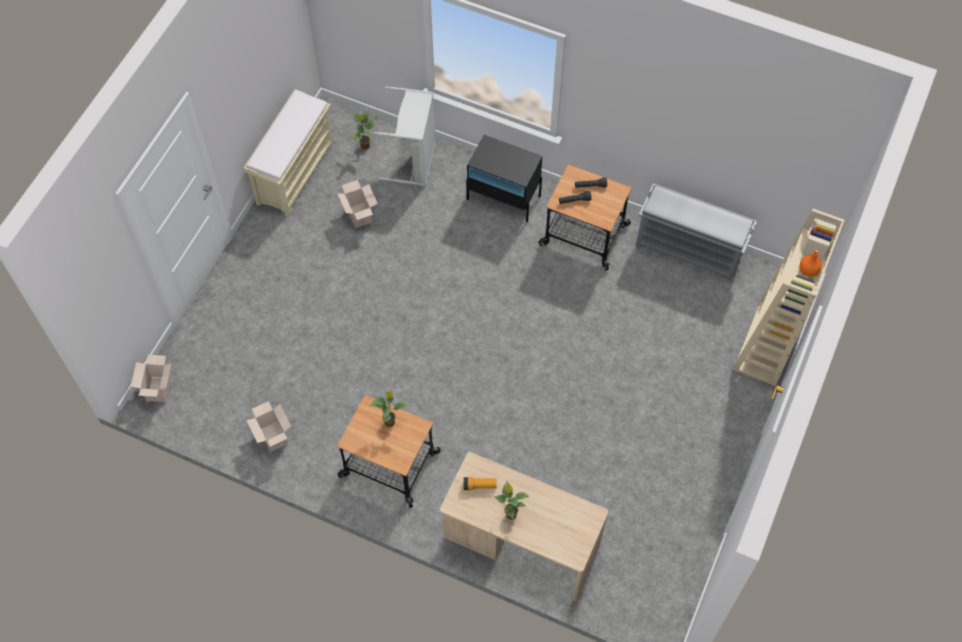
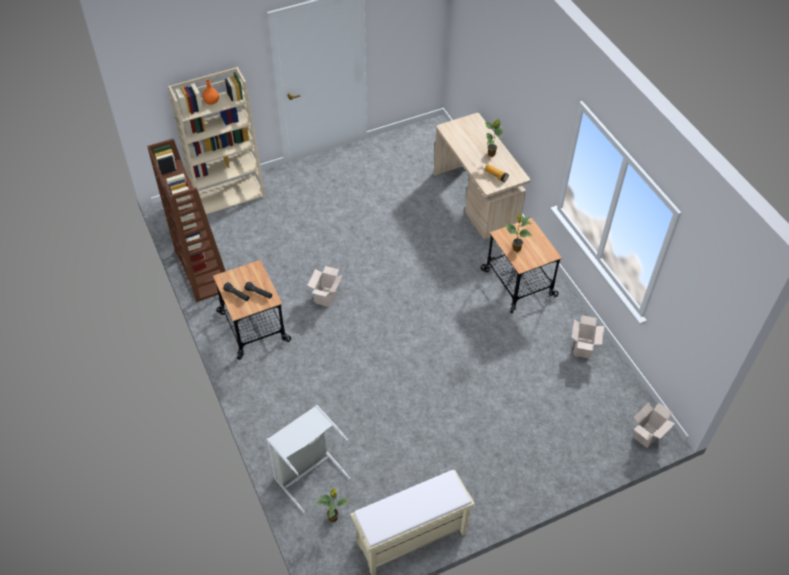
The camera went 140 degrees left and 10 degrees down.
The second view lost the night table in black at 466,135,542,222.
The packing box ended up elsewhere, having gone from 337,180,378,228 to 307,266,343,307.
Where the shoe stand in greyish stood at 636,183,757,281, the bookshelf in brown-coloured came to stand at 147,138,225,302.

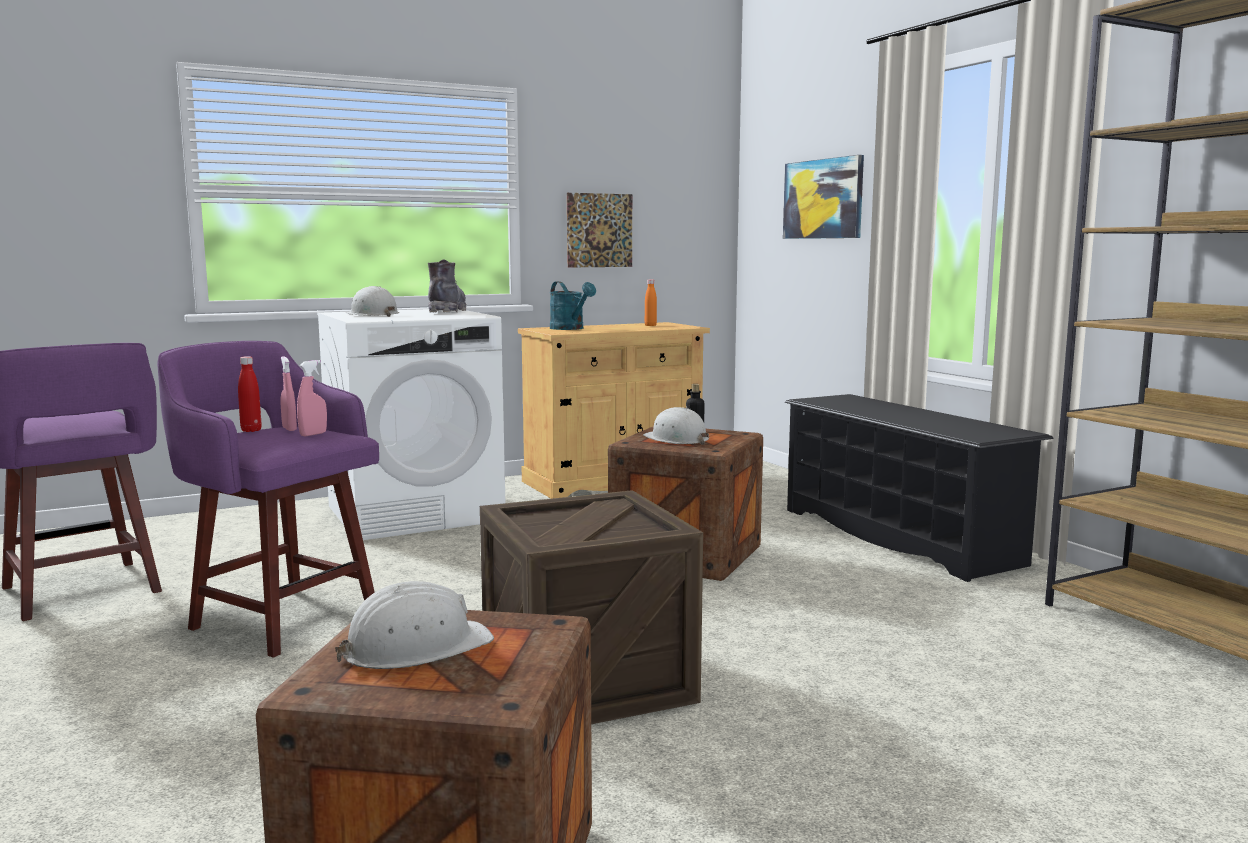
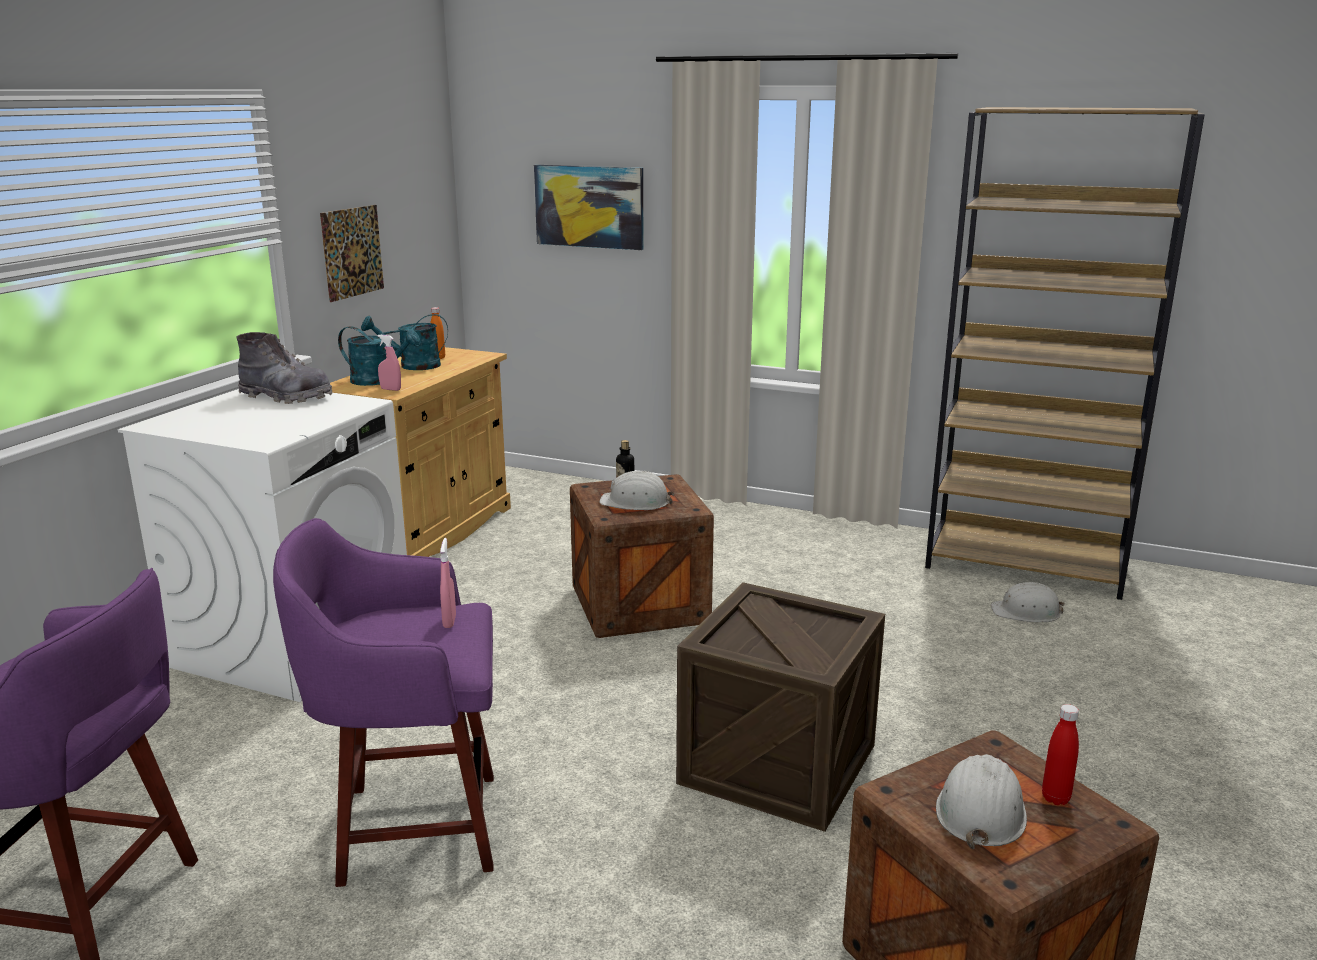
The camera went 40 degrees left and 10 degrees up.
The high-top boot in greyish at 428,259,466,313 ended up facing another way, 150 degrees clockwise from before.
The hard hat in white ended up elsewhere, having gone from 346,286,399,317 to 990,582,1065,622.
The drink bottle in red-coloured ended up elsewhere, having gone from 238,356,262,432 to 1042,704,1079,805.
The sprayer in pink ended up elsewhere, having gone from 281,356,297,431 to 377,335,401,391.
The second view lost the shoe stand in black at 785,394,1054,582.
The second view gained the watering can in turquoise at 361,314,448,370.

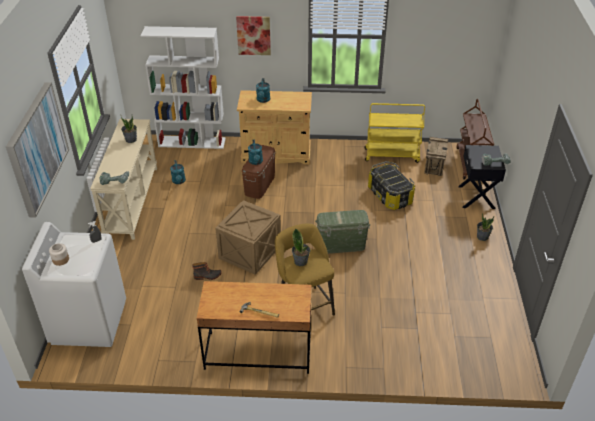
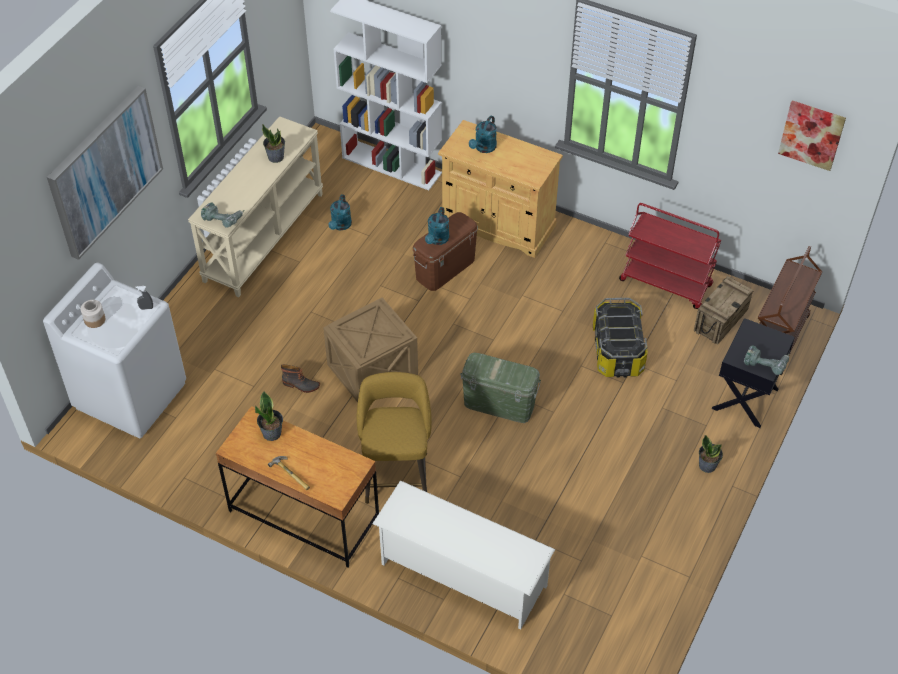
The camera went 25 degrees right and 10 degrees up.
The picture ended up elsewhere, having gone from 236,16,271,55 to 778,100,846,171.
What was the trolley in yellow-coloured at 365,103,425,163 turned into the trolley in red-coloured at 619,203,721,309.
The potted plant ended up elsewhere, having gone from 292,228,310,266 to 255,391,283,441.
The second view gained the shoe stand in white at 372,480,555,630.

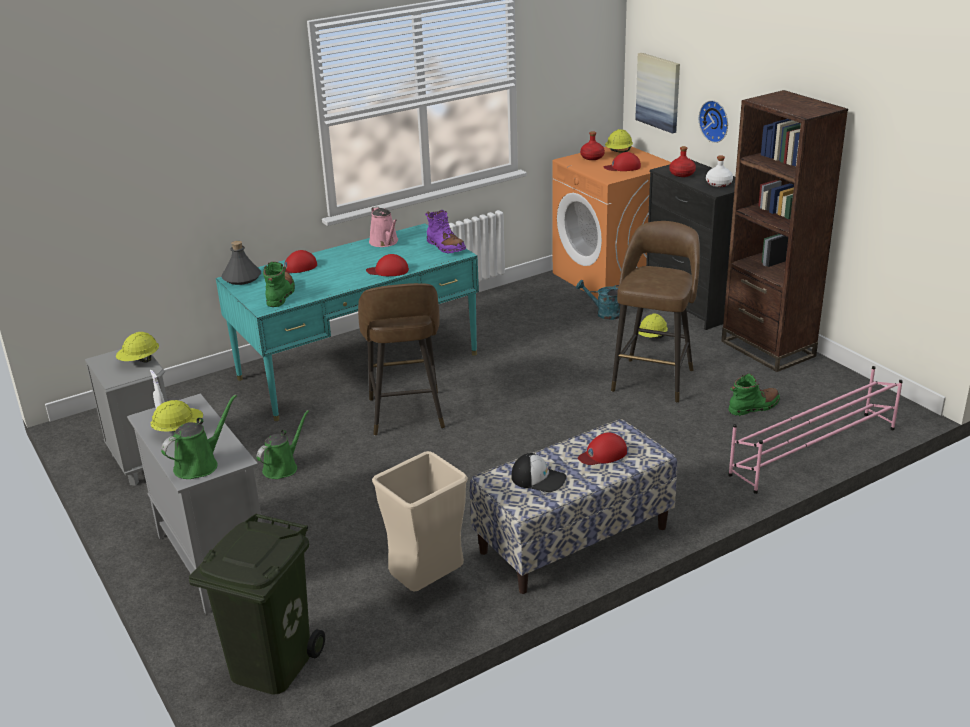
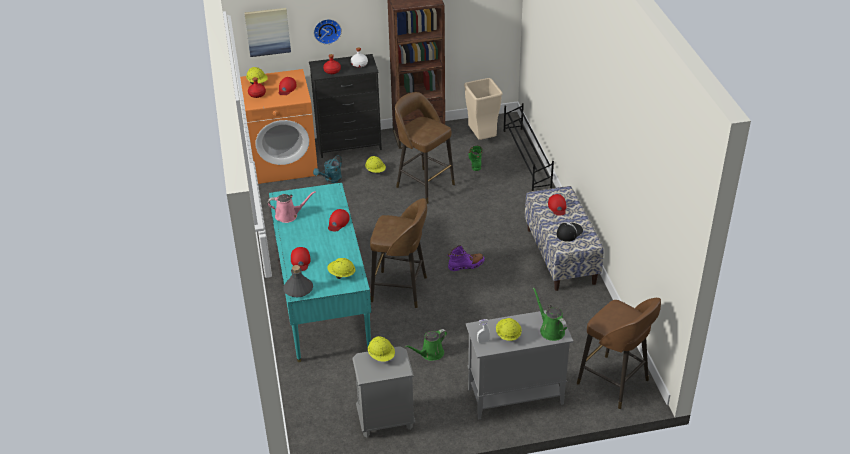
The camera went 70 degrees left and 10 degrees up.
The high-top boot in purple ended up elsewhere, having gone from 425,210,466,253 to 447,245,485,271.
Where the high-top boot in green stood at 263,262,295,307, the hard hat in yellow-coloured came to stand at 327,258,356,279.
What was the shoe stand in pink at 728,366,903,494 turned into the shoe stand in black at 503,103,554,191.
The watering can in green at 257,410,309,479 ended up facing another way, 90 degrees counterclockwise from before.
The trash can in sand-coloured ended up elsewhere, having gone from 372,451,468,591 to 464,78,503,140.
Where the trash can in green stood at 189,514,325,694, the stool seat in brown-coloured came to stand at 577,298,661,409.

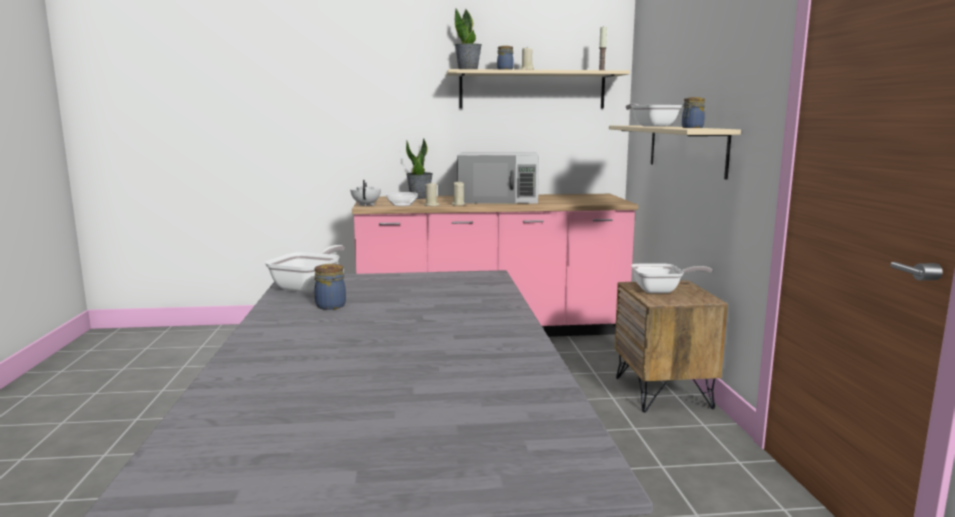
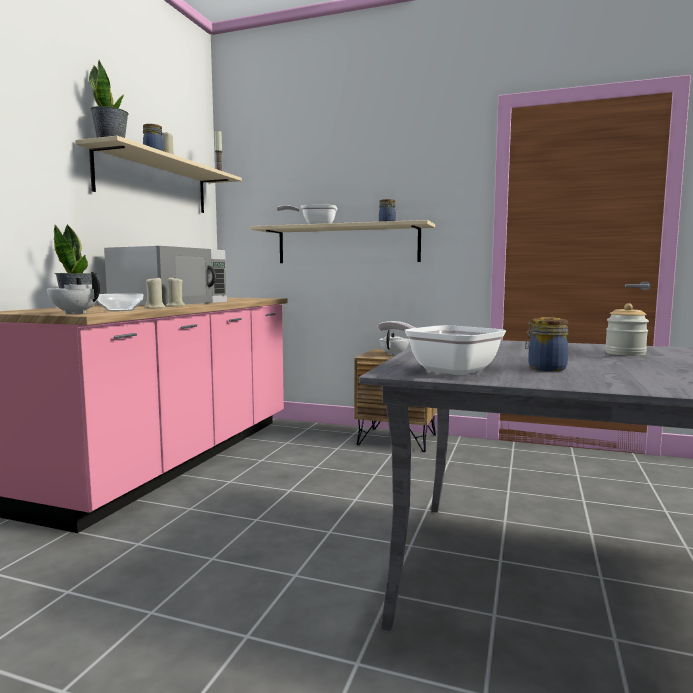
The camera went 65 degrees left and 5 degrees down.
Where the pan stood at 631,264,712,293, the pot for tea in white came to stand at 379,330,409,356.
The second view gained the storage jar at 605,303,649,356.

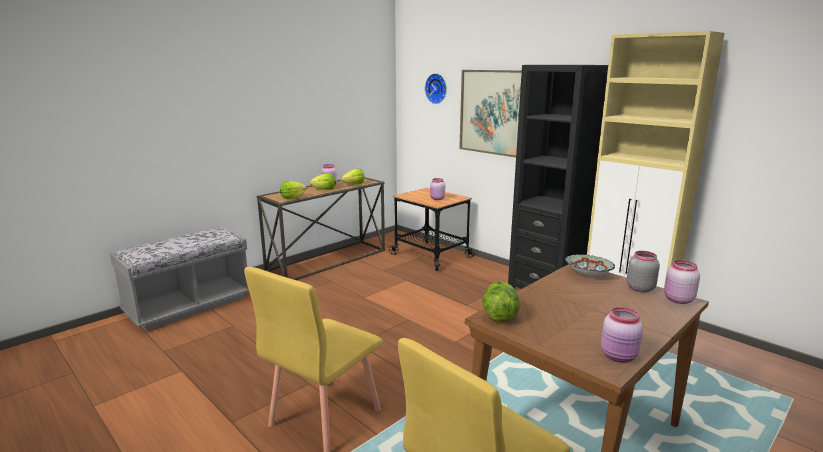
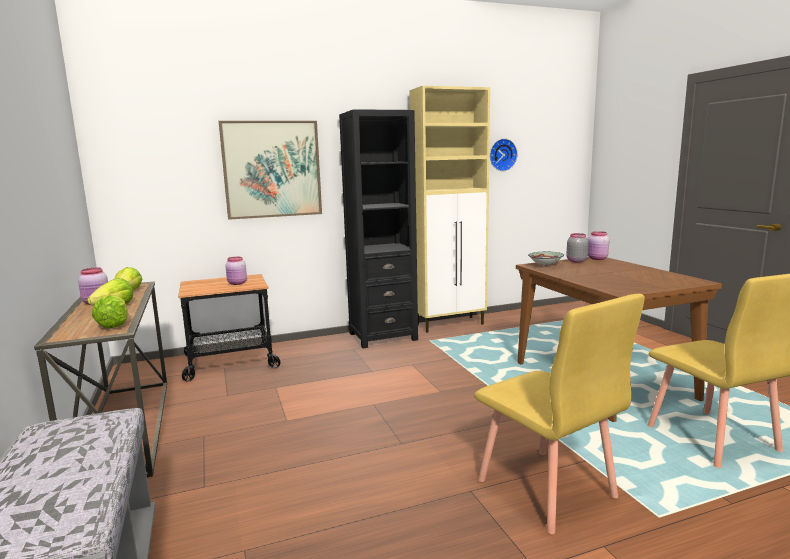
The camera went 65 degrees left and 5 degrees down.
The clock on the wall ended up elsewhere, having gone from 425,73,447,104 to 490,139,518,171.
The second view lost the lettuce at 482,282,520,322.
The second view lost the storage jar in pink at 601,307,643,363.

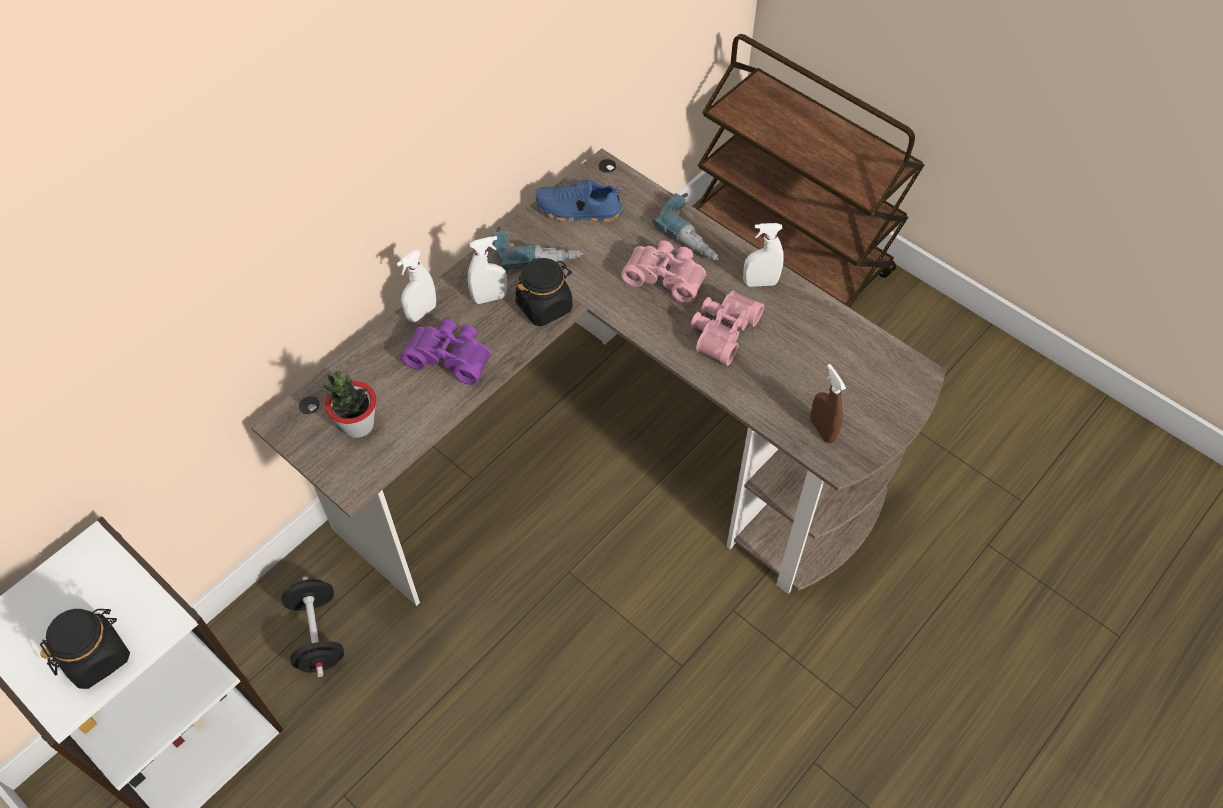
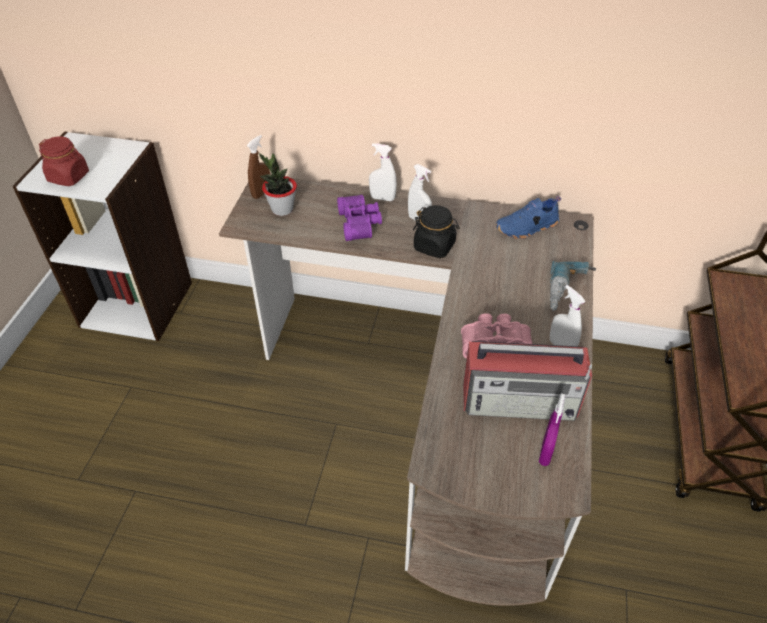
The camera went 60 degrees right and 10 degrees down.
The item of footwear in bluish at 535,179,623,222 ended up facing another way, 90 degrees counterclockwise from before.
The second view lost the electric drill at 491,227,583,269.
The second view lost the binoculars in pink at 621,240,706,304.
The sprayer in brown-coloured ended up elsewhere, having gone from 811,364,846,443 to 247,135,270,199.
The second view lost the dumbbell in black at 282,577,344,677.
What was the storage jar in black at 40,609,130,689 turned into the storage jar in red-coloured at 39,136,89,186.
The second view gained the radio set at 463,341,592,421.
The second view gained the sprayer in purple at 539,393,566,466.

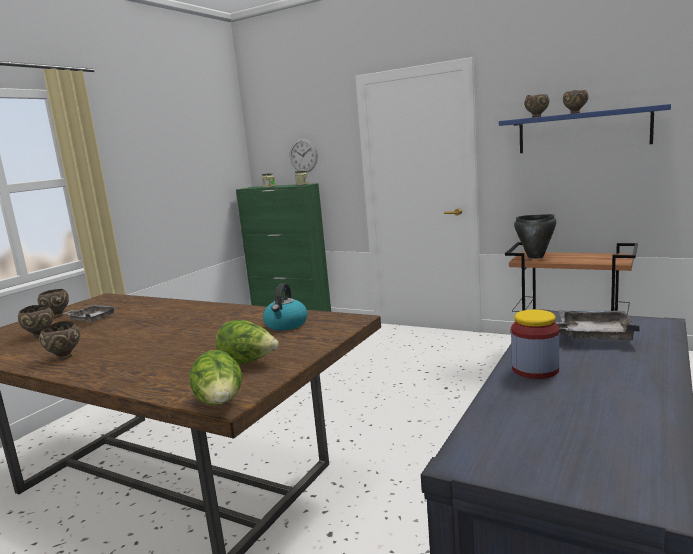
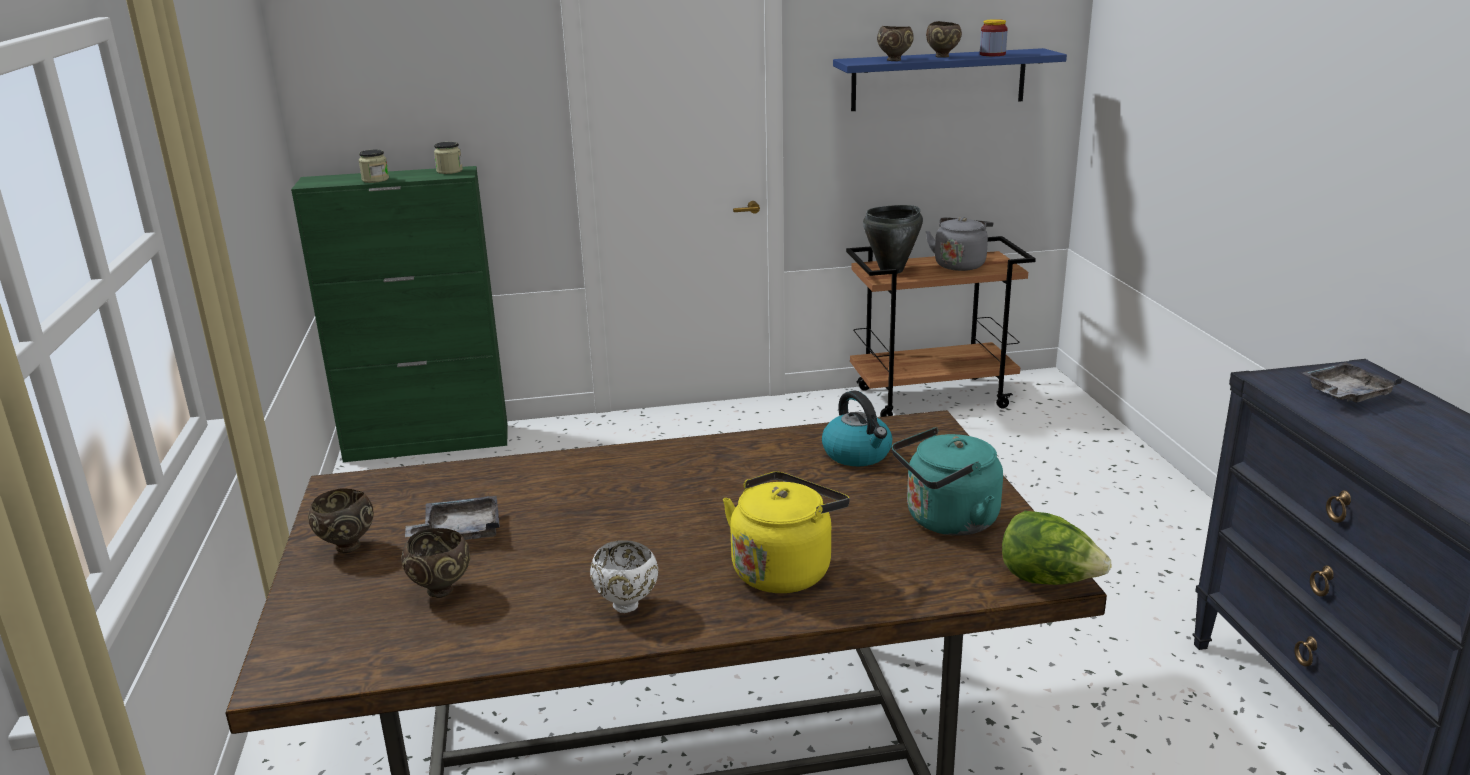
The camera went 40 degrees left and 10 degrees up.
The second view lost the clock on the wall at 290,139,318,173.
The storage jar ended up elsewhere, having gone from 511,309,560,379 to 980,19,1008,56.
Where the lettuce stood at 216,320,279,365, the kettle in turquoise came to stand at 892,427,1003,536.
What was the bowl in brown-coloured at 39,321,80,360 turned into the bowl in white at 590,540,658,613.
The second view gained the kettle in greyish at 926,217,993,271.
The second view gained the kettle in yellow-coloured at 723,471,850,593.

